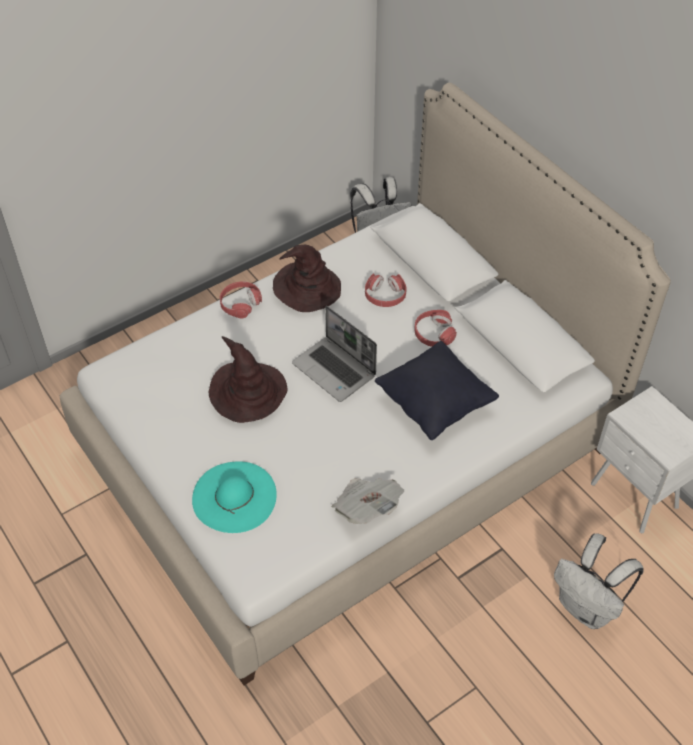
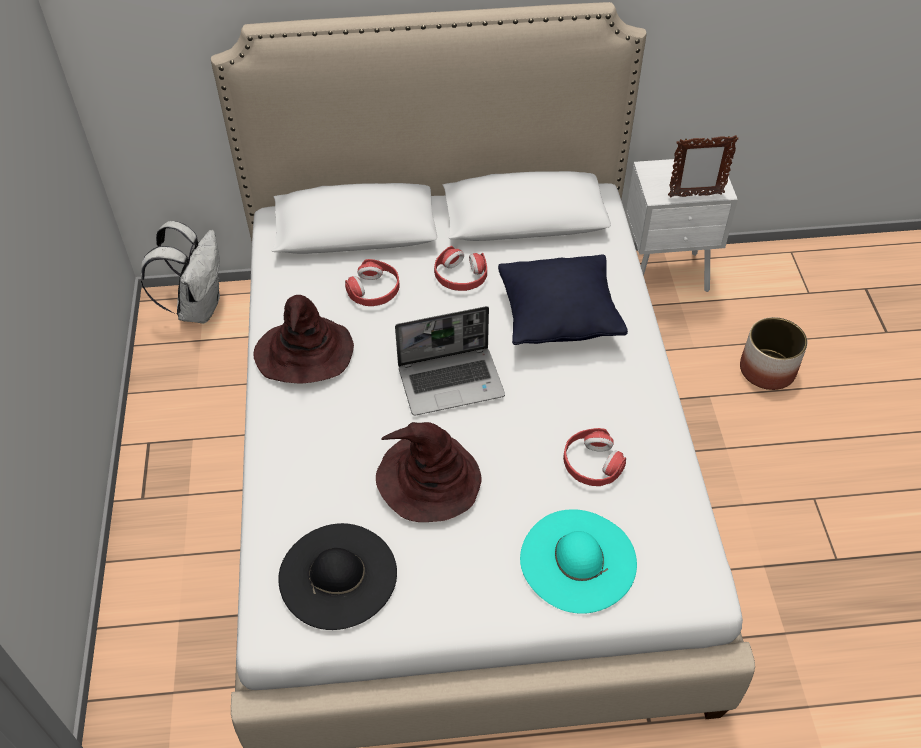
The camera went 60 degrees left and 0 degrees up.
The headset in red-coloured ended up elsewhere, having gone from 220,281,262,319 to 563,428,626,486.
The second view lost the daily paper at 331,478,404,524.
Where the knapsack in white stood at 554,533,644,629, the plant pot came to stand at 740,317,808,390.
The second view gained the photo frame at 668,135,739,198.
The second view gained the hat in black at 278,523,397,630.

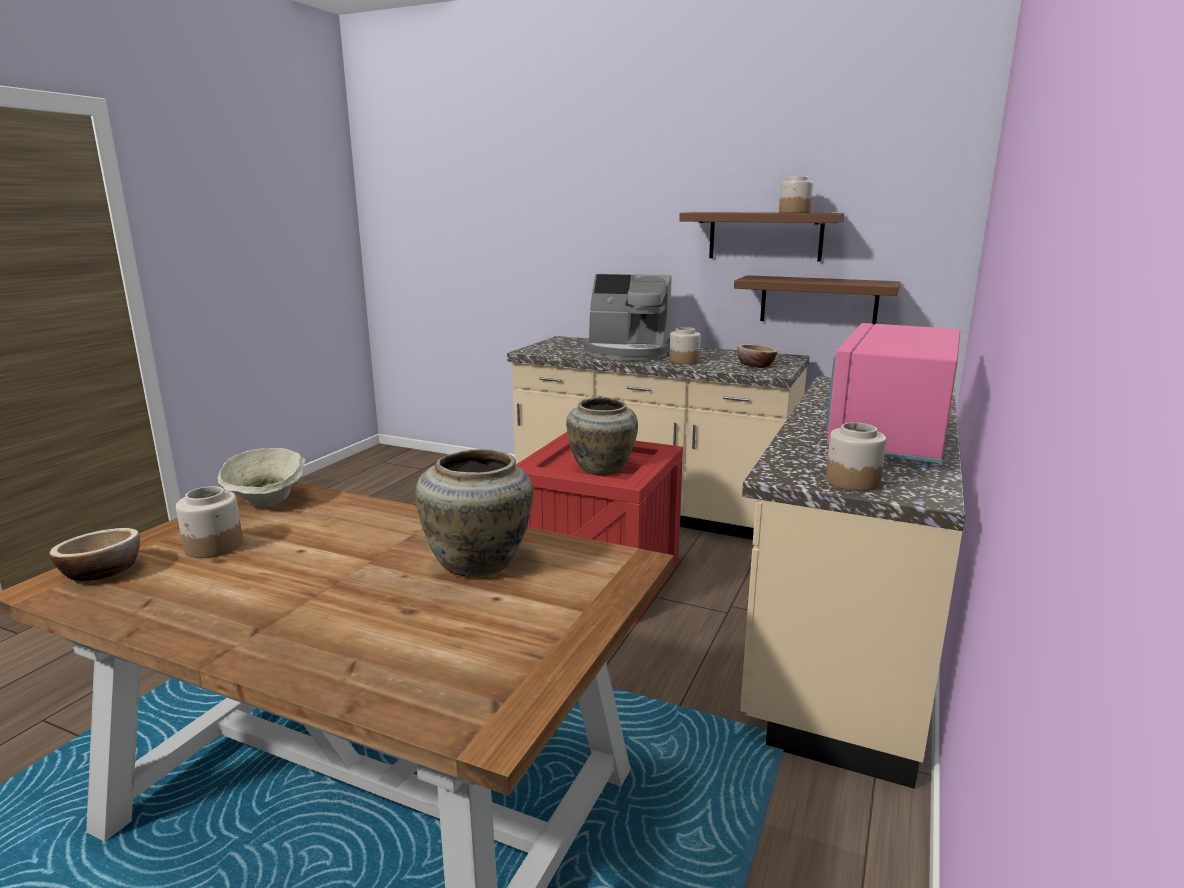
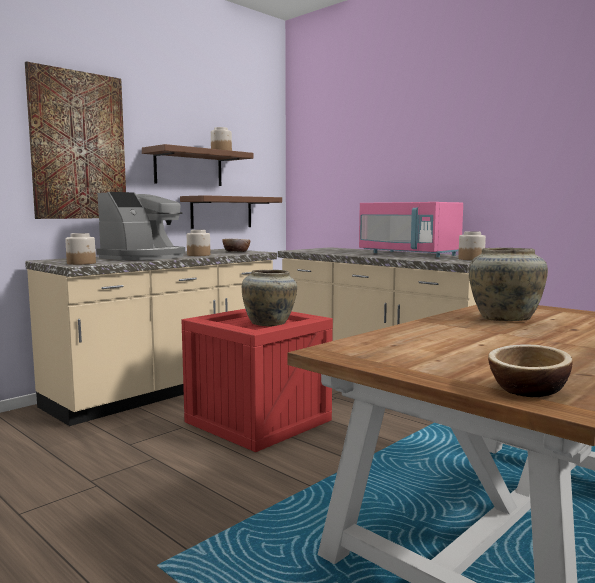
The camera went 70 degrees left and 10 degrees down.
The second view lost the bowl in sand-coloured at 218,448,306,506.
The storage jar ended up elsewhere, having gone from 176,486,243,558 to 65,233,96,265.
The second view gained the picture at 25,61,126,219.

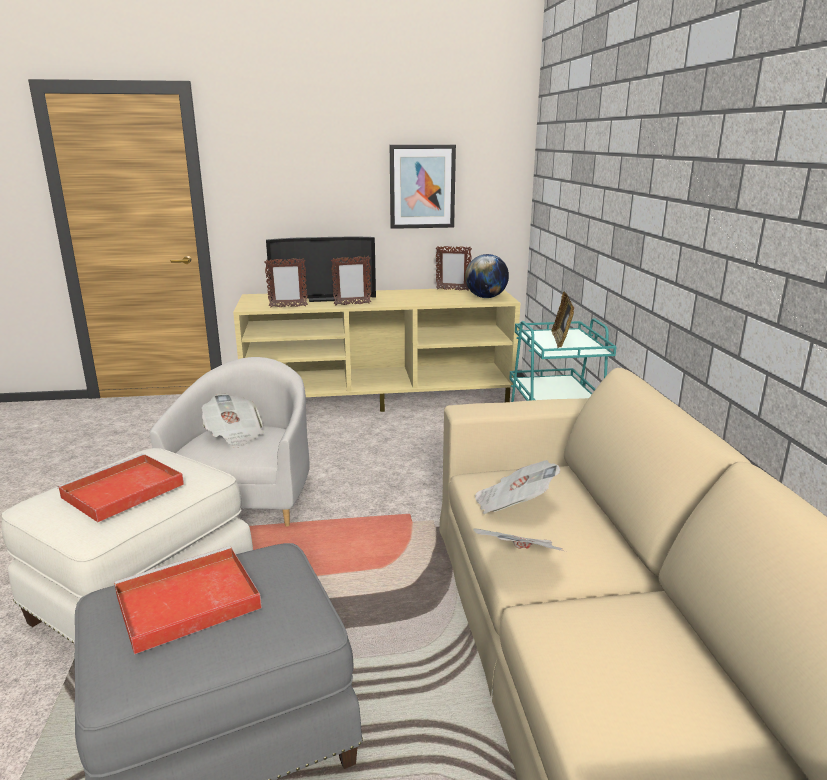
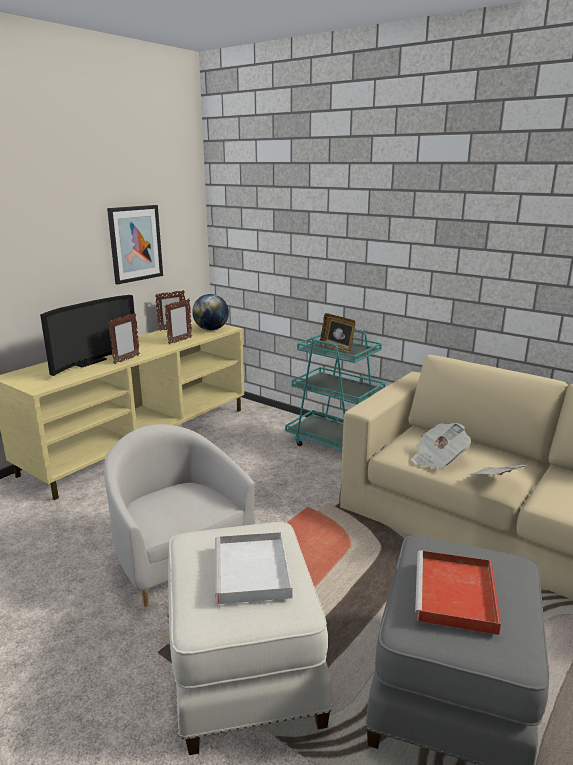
The camera went 45 degrees left and 0 degrees up.
The photo frame ended up elsewhere, having gone from 264,258,308,308 to 165,298,192,344.
The second view lost the daily paper at 202,393,264,448.
What was the serving tray in red-coloured at 58,454,184,522 turned into the serving tray in white at 215,532,293,604.

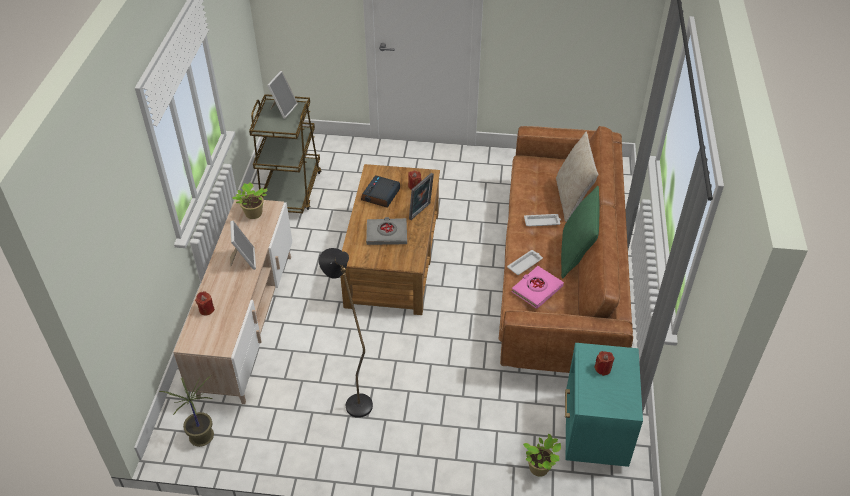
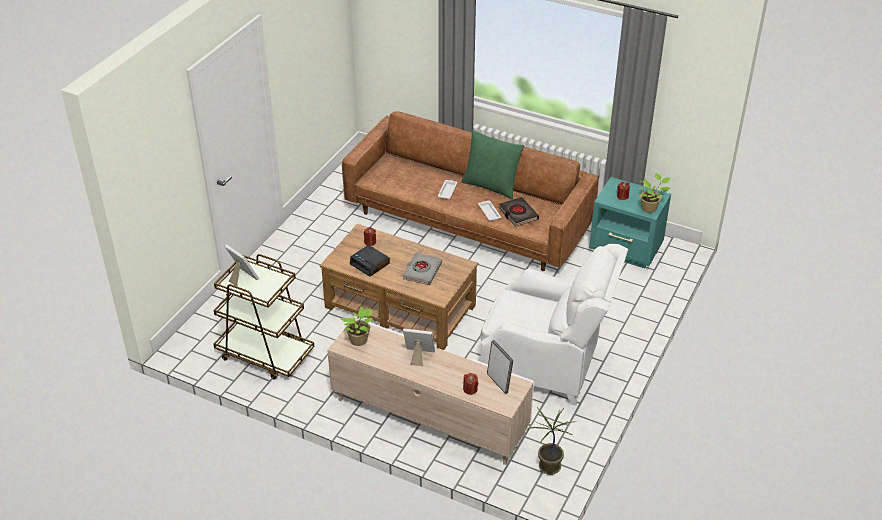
The camera went 70 degrees left and 5 degrees down.
The second view lost the throw pillow in sand-coloured at 556,132,599,222.
The photo frame ended up elsewhere, having gone from 409,173,434,220 to 487,340,513,394.
Where the floor lamp in black stood at 319,248,373,418, the lounge chair in white came to stand at 480,244,629,406.
What was the bound book in pink at 511,266,564,309 turned into the bound book in black at 499,197,539,227.
The potted plant ended up elsewhere, having gone from 523,433,561,477 to 640,173,670,213.

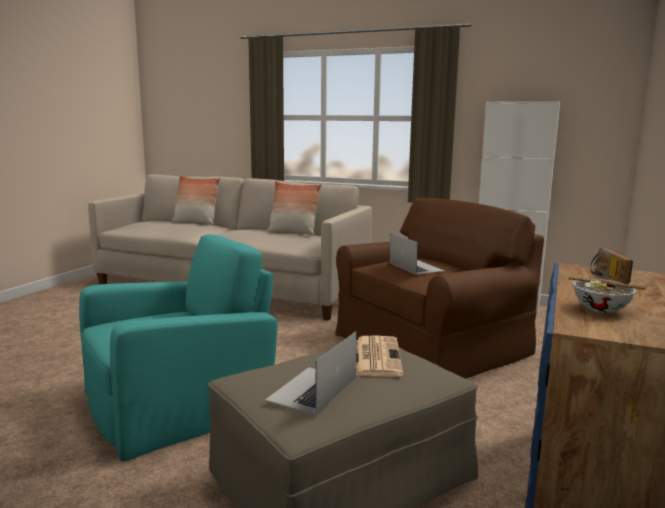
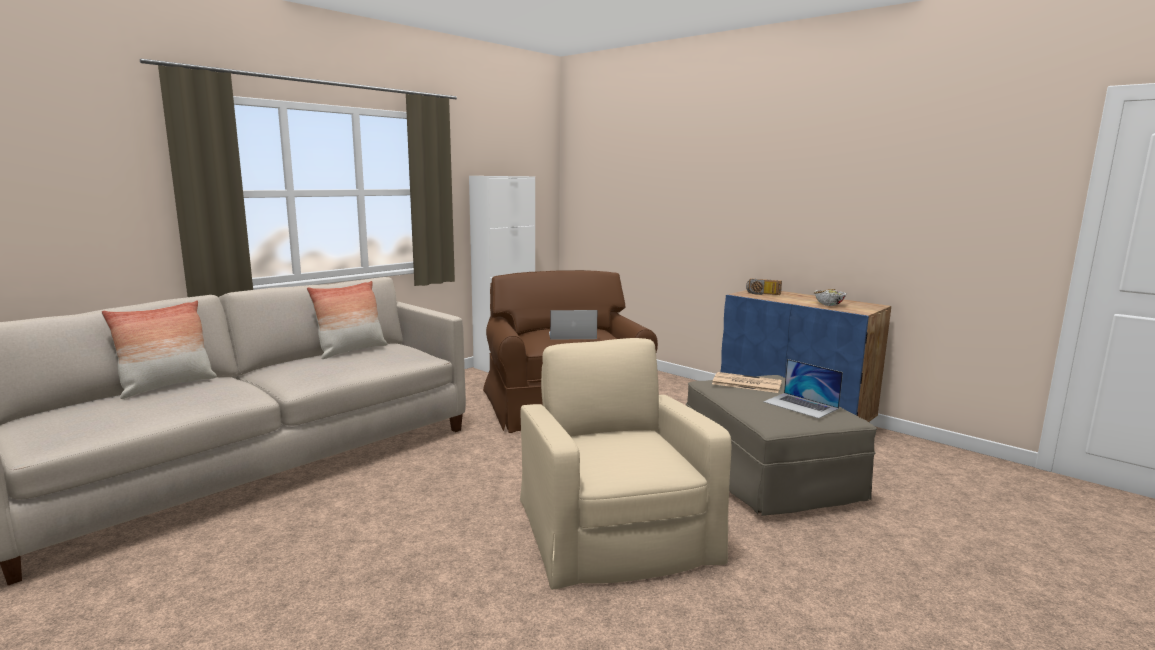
The camera went 70 degrees left and 0 degrees up.
What was the lounge chair in turquoise at 79,235,278,462 turned into the lounge chair in sand-coloured at 520,338,731,590.

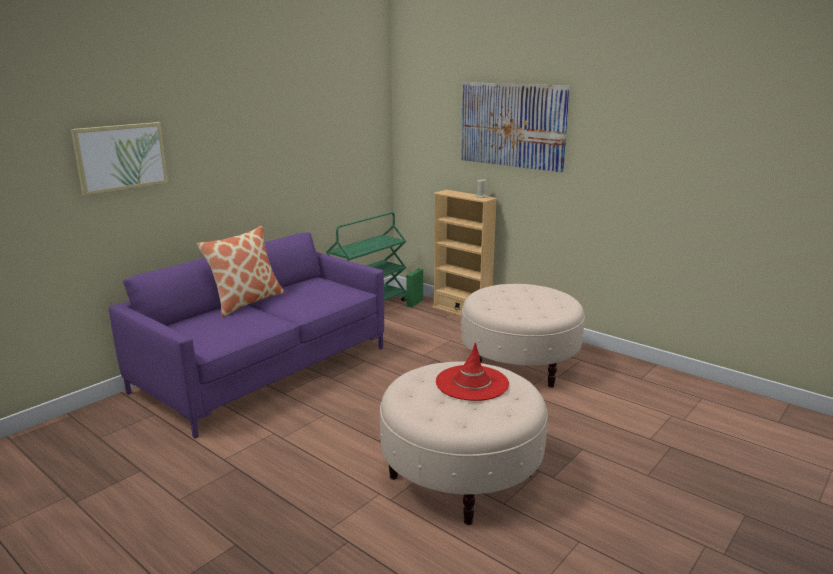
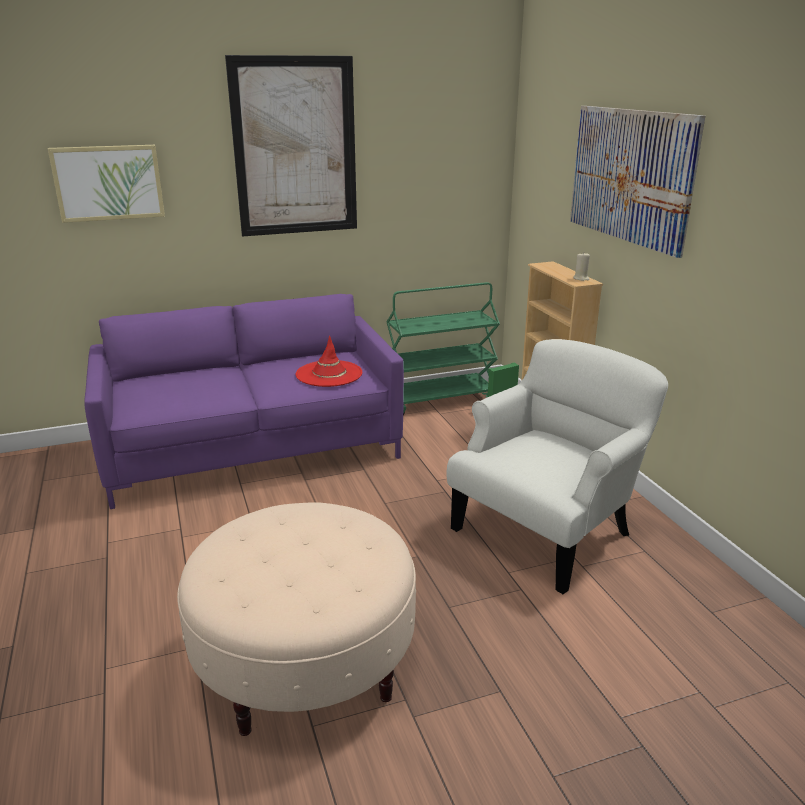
The camera went 30 degrees right and 5 degrees up.
The second view lost the throw pillow at 197,226,285,317.
Where the ottoman in sand-coloured stood at 461,284,585,388, the lounge chair in white came to stand at 447,339,668,594.
The hat in red-coloured ended up elsewhere, having gone from 436,342,509,401 to 296,336,362,387.
The second view gained the picture at 225,55,357,237.

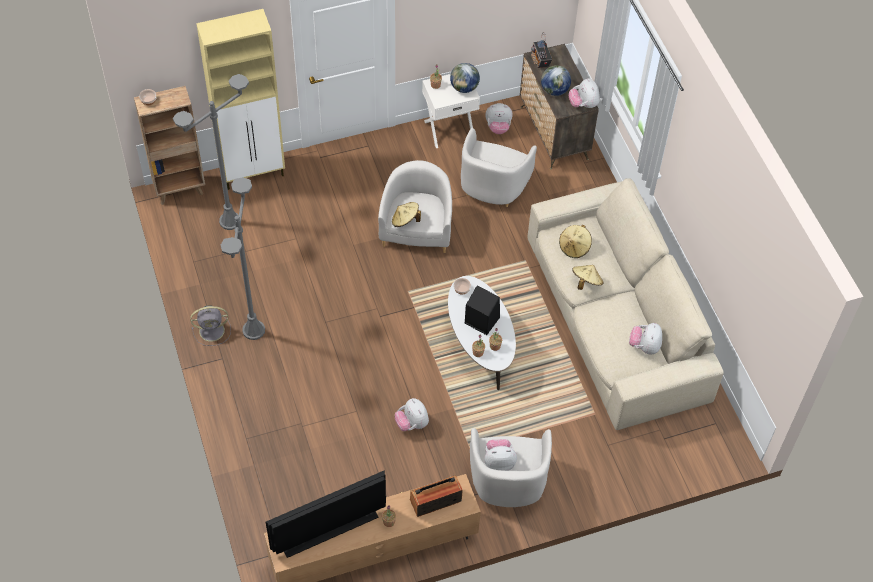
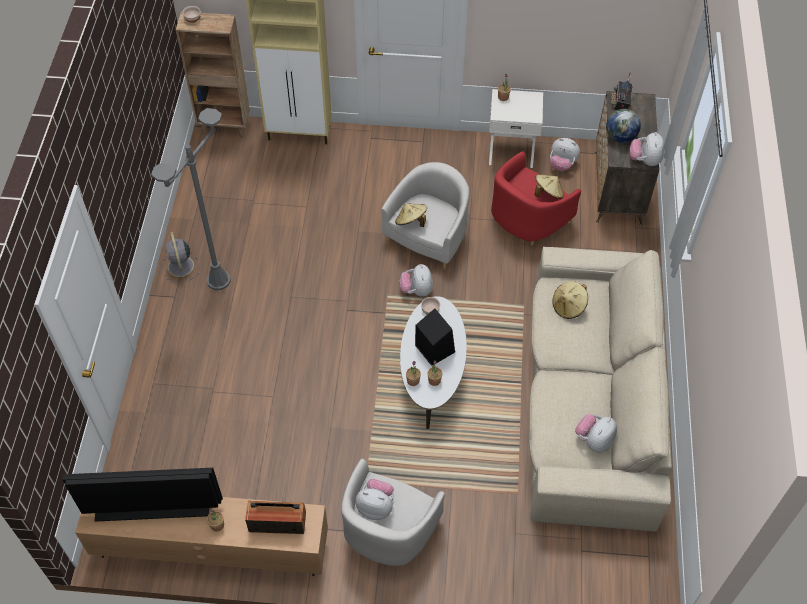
The camera went 25 degrees right and 0 degrees up.
The second view lost the world globe at 450,63,480,93.
The second view lost the floor lamp in greyish at 173,74,249,230.
What was the lounge chair in white at 461,128,537,207 turned into the lounge chair in red-coloured at 491,151,581,245.
The hat in sand-coloured ended up elsewhere, having gone from 572,265,603,290 to 535,174,564,199.
The electric fan in greyish at 190,305,231,346 ended up facing another way, 60 degrees clockwise from before.
The cuddly toy ended up elsewhere, having gone from 395,398,429,431 to 400,264,433,297.

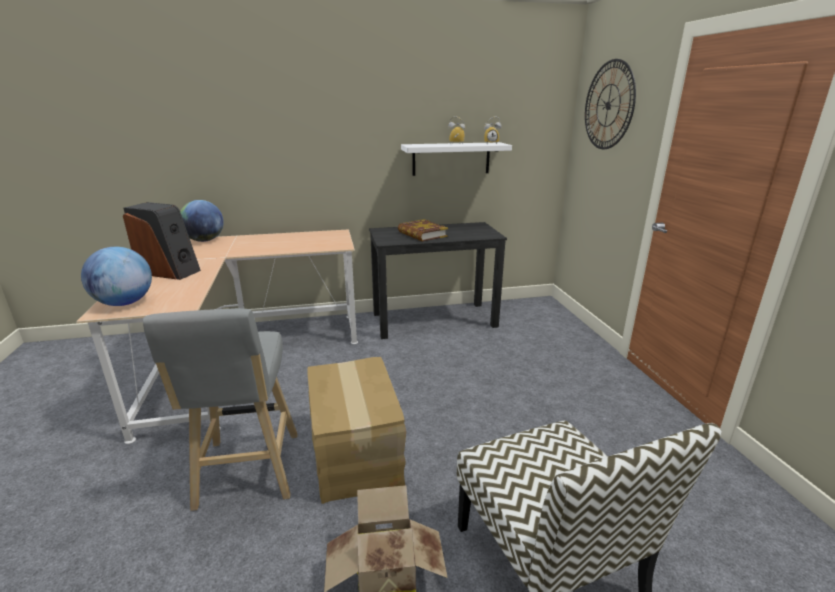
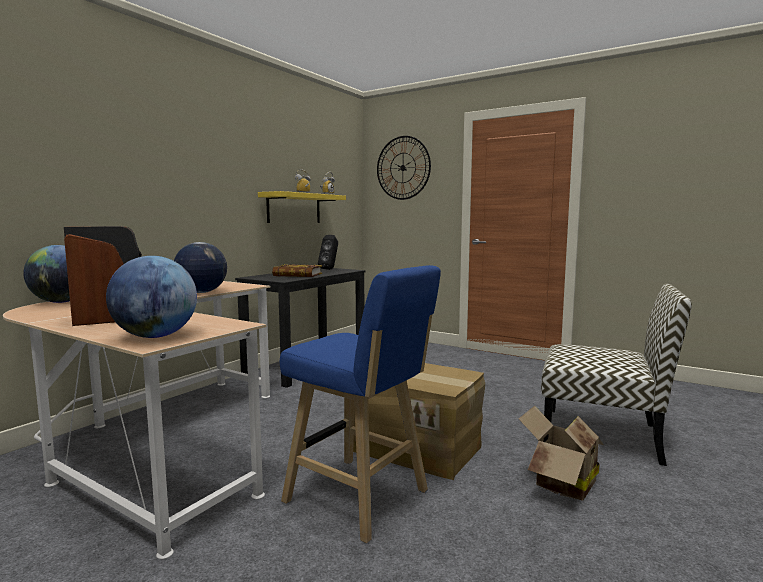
The camera went 45 degrees left and 15 degrees down.
What was the shelf in white at 401,142,512,176 turned into the shelf in yellow-coloured at 258,191,346,223.
What was the stool seat in greyish at 143,308,298,511 turned into the stool seat in bluish at 280,265,441,543.
The second view gained the loudspeaker in black at 318,235,338,270.
The second view gained the world globe at 174,242,227,293.

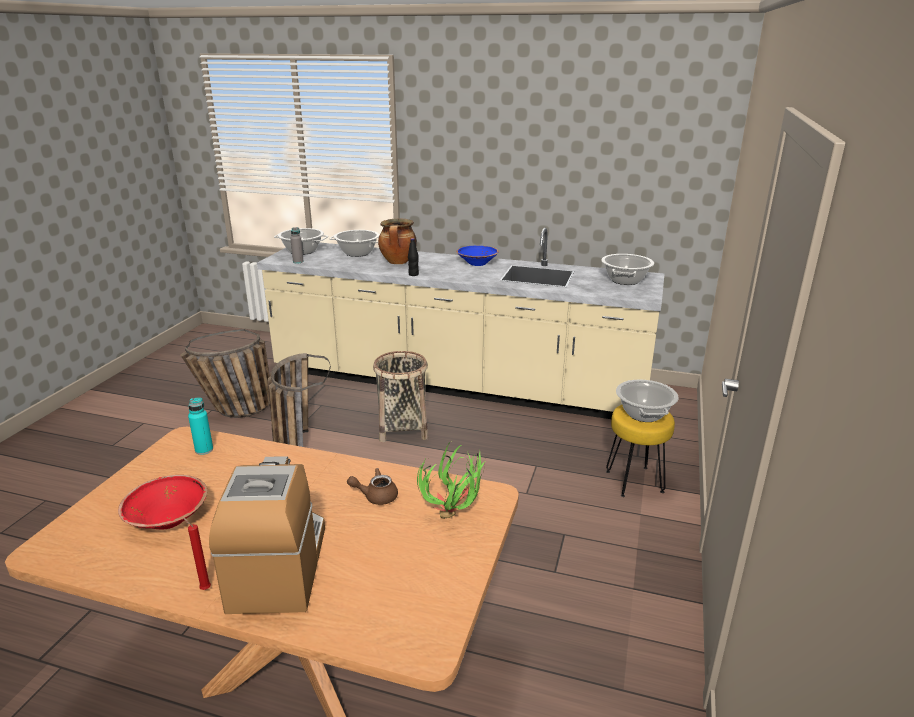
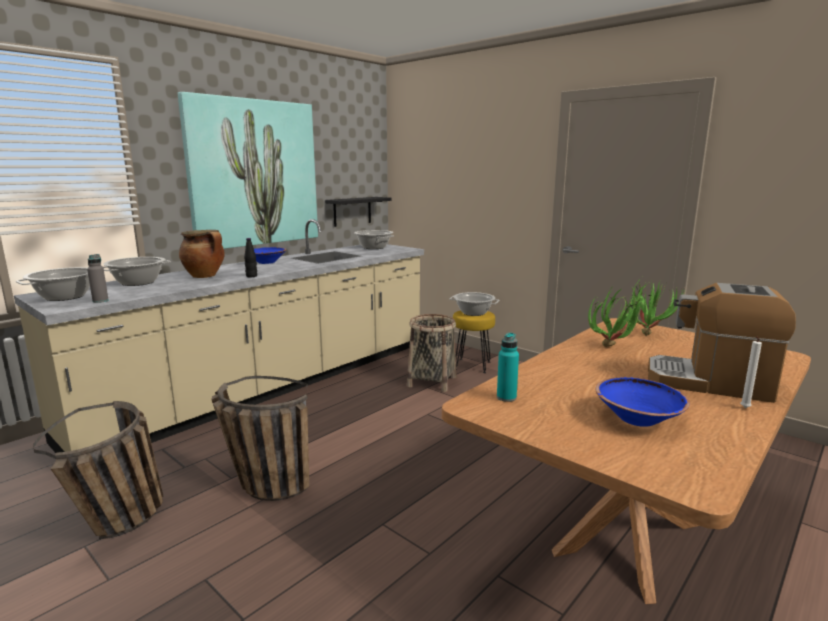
The camera went 65 degrees left and 10 degrees down.
The household basket ended up elsewhere, having gone from 373,351,428,442 to 407,314,457,392.
Where the pot for tea in brown-coloured stood at 347,468,398,505, the potted plant came to stand at 588,285,644,347.
What was the bowl in red-coloured at 118,475,207,530 turned into the bowl in bluish at 595,377,690,427.
What was the wax light in red-coloured at 183,518,211,590 turned into the wax light in white at 740,336,762,408.
The second view gained the picture at 178,92,318,249.
The second view gained the shelf in black at 325,197,392,227.

